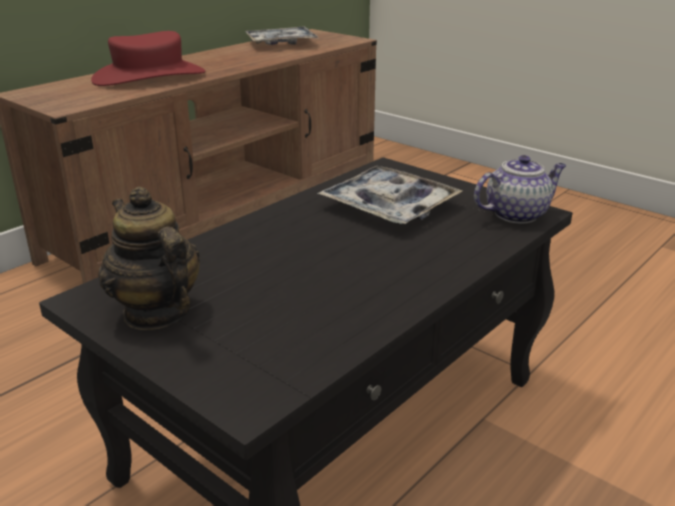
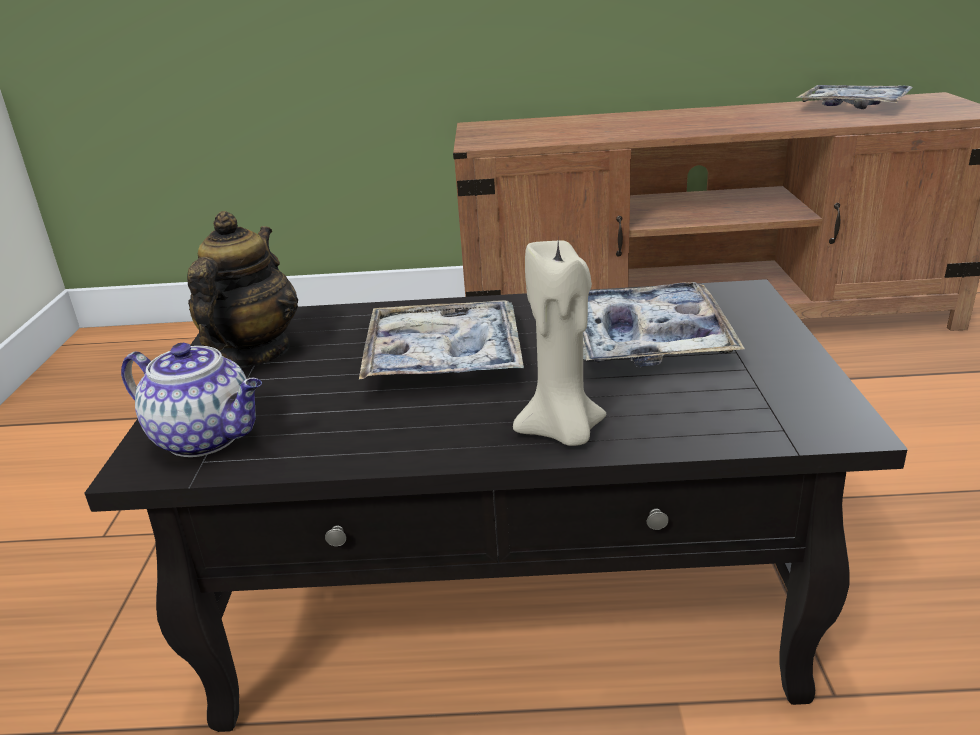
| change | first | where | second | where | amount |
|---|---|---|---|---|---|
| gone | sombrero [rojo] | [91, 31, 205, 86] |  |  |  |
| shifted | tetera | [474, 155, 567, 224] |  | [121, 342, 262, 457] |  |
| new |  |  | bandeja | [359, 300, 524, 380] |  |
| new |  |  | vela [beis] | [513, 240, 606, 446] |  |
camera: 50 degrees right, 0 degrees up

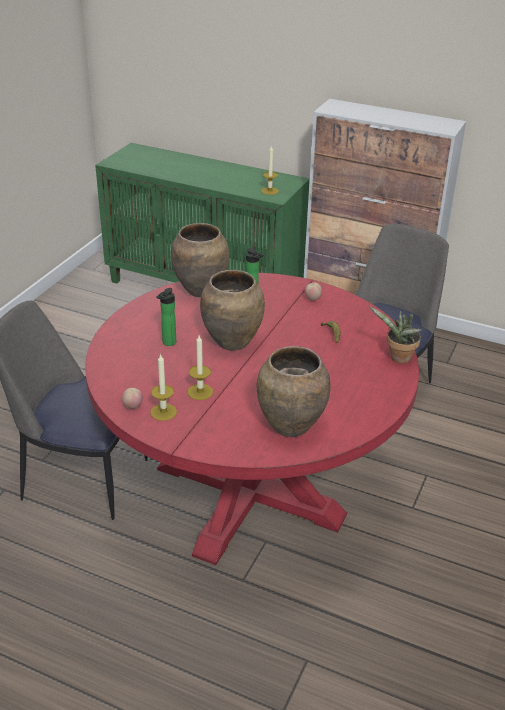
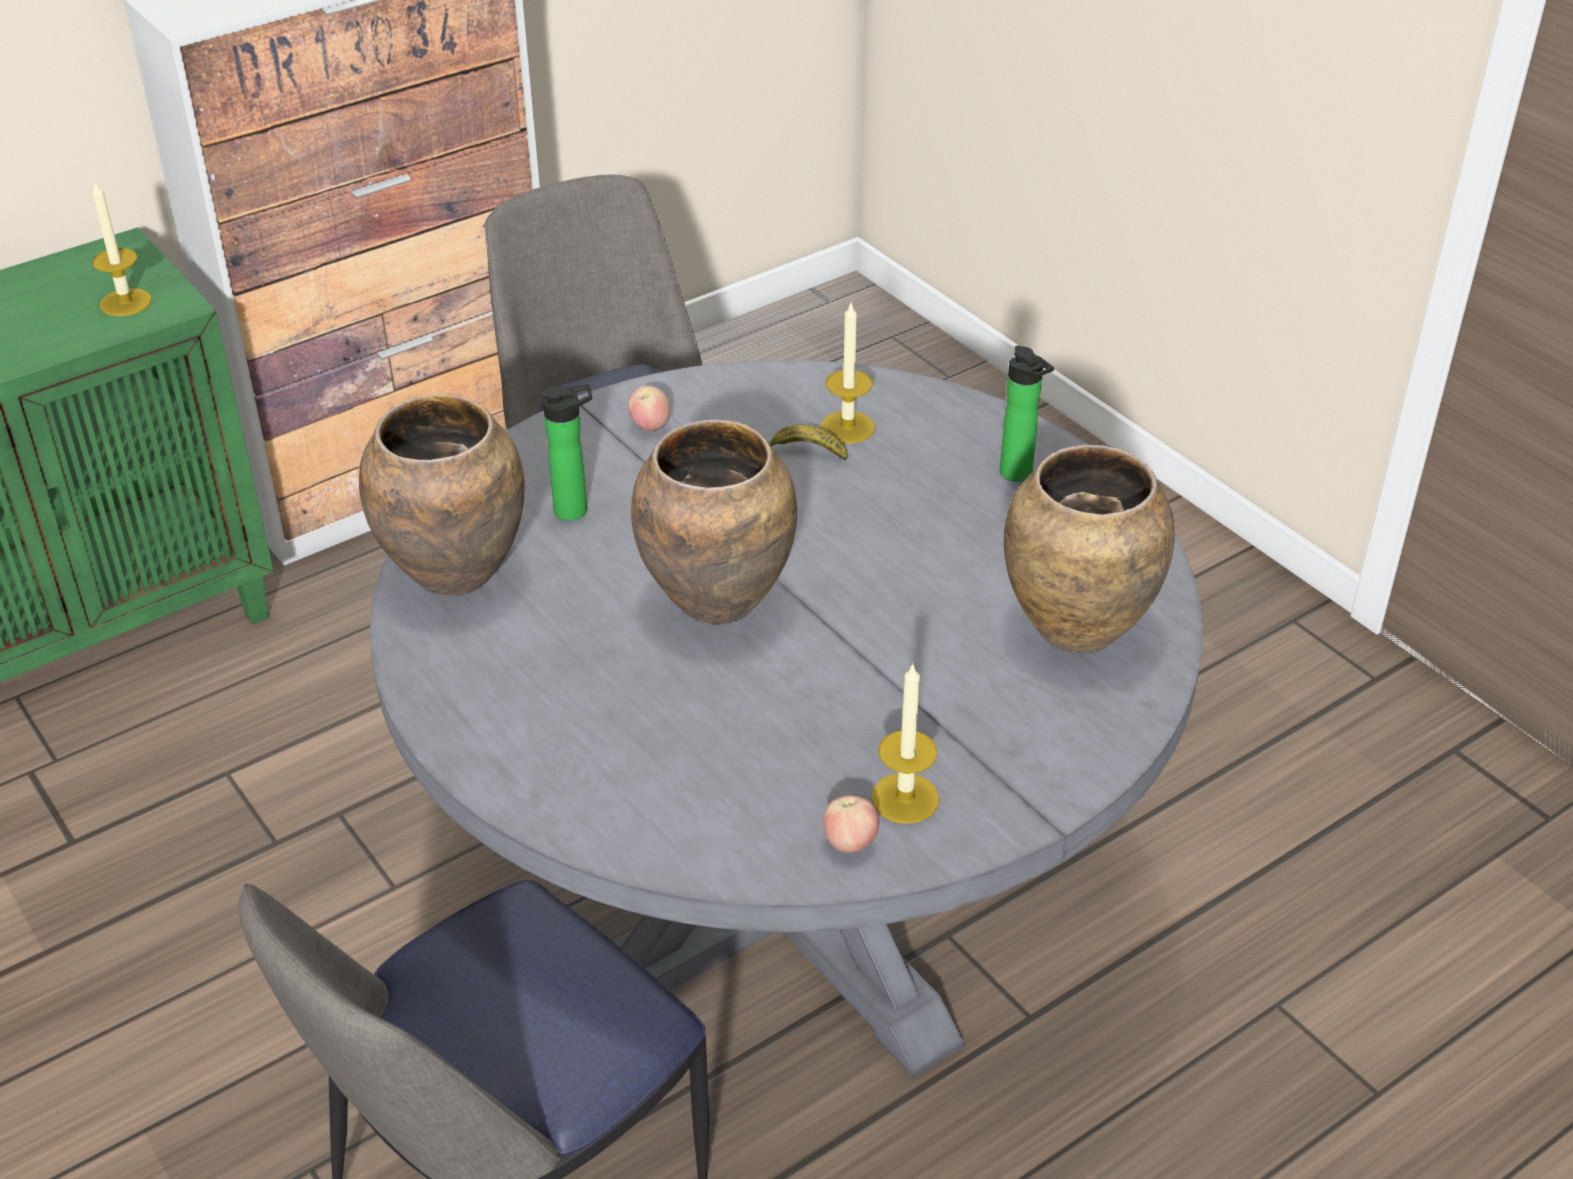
| change | first | where | second | where | amount |
|---|---|---|---|---|---|
| repainted | mesa de comedor [rojo] | [85, 273, 419, 565] | mesa de comedor [gris] | [370, 360, 1203, 1078] |  |
| shifted | botella | [157, 288, 176, 346] |  | [1000, 346, 1054, 482] |  |
| shifted | vela | [187, 335, 213, 400] |  | [821, 301, 875, 444] |  |
| gone | planta en maceta | [369, 306, 422, 364] |  |  |  |
camera: 60 degrees left, 5 degrees up

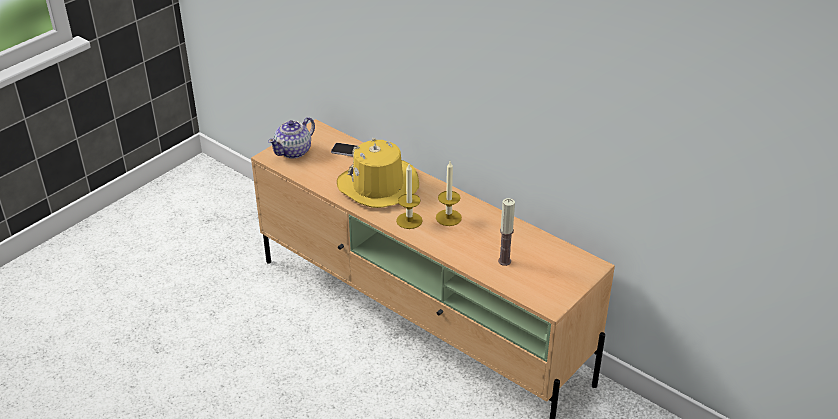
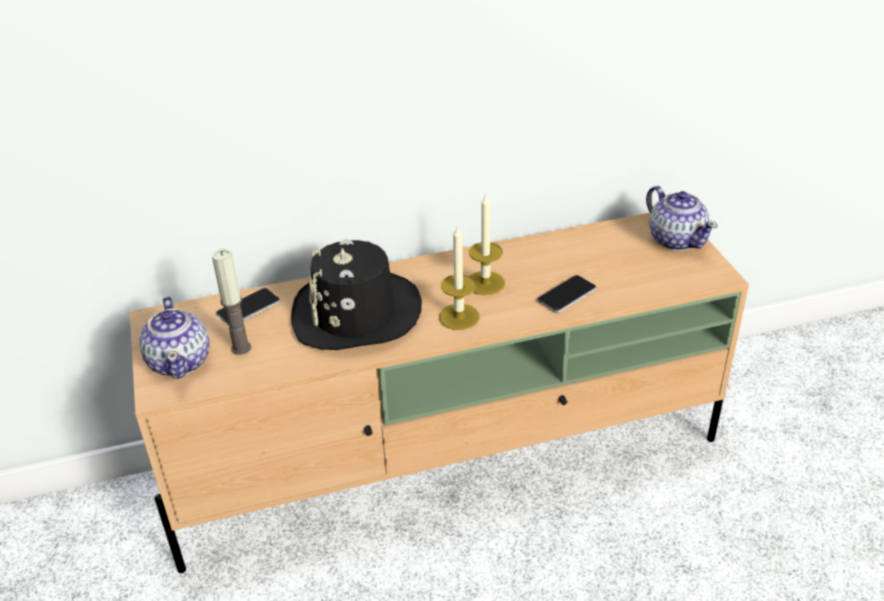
| change | first | where | second | where | amount |
|---|---|---|---|---|---|
| repainted | sombrero [amarillo] | [337, 138, 419, 208] | sombrero [negro] | [291, 239, 422, 350] |  |
| shifted | vela | [498, 198, 515, 266] |  | [212, 249, 251, 355] |  |
| new |  |  | móvil | [537, 275, 597, 313] |  |
| new |  |  | tetera | [646, 186, 717, 251] |  |
camera: 55 degrees left, 0 degrees up

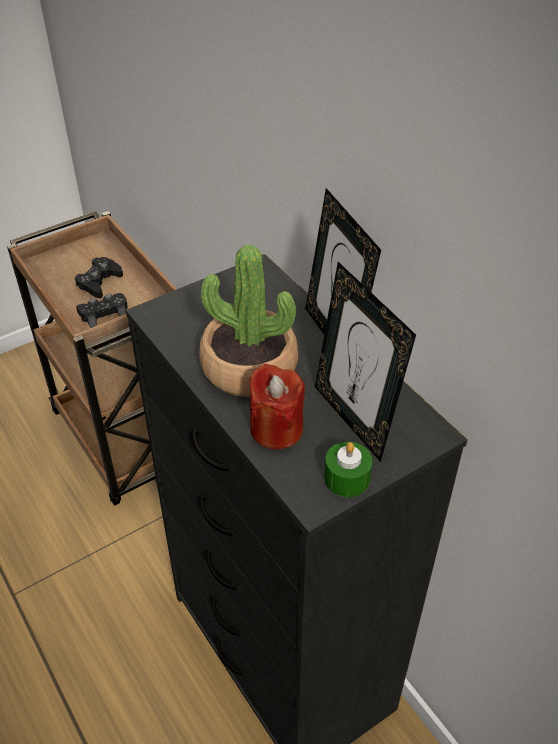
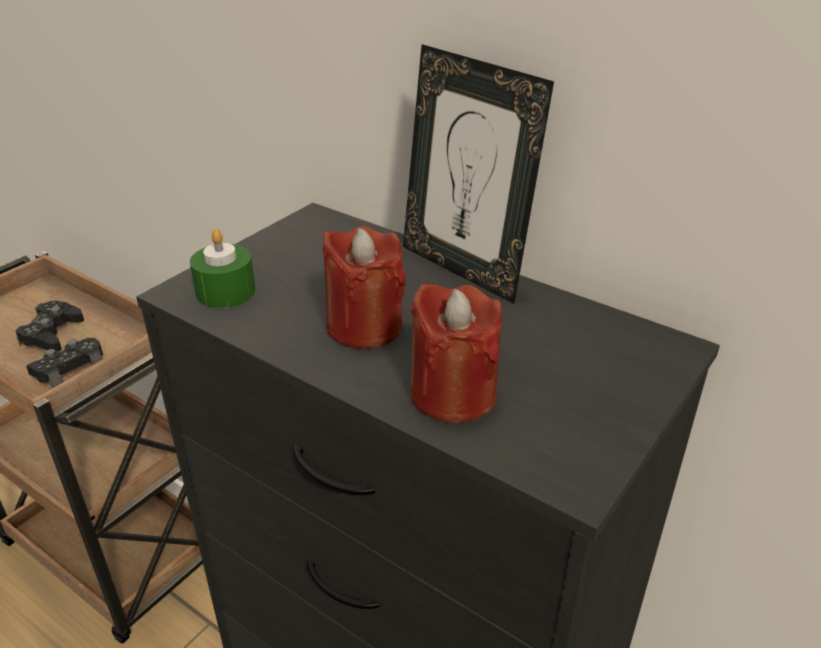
| change | first | where | second | where | amount |
|---|---|---|---|---|---|
| swapped | planta en maceta | [199, 245, 298, 397] | vela [rojo] | [323, 226, 406, 349] |  |
| gone | portarretratos | [315, 262, 416, 462] |  |  |  |
| shifted | vela [verde] | [324, 442, 373, 497] |  | [190, 229, 256, 308] |  |
camera: 20 degrees left, 10 degrees down

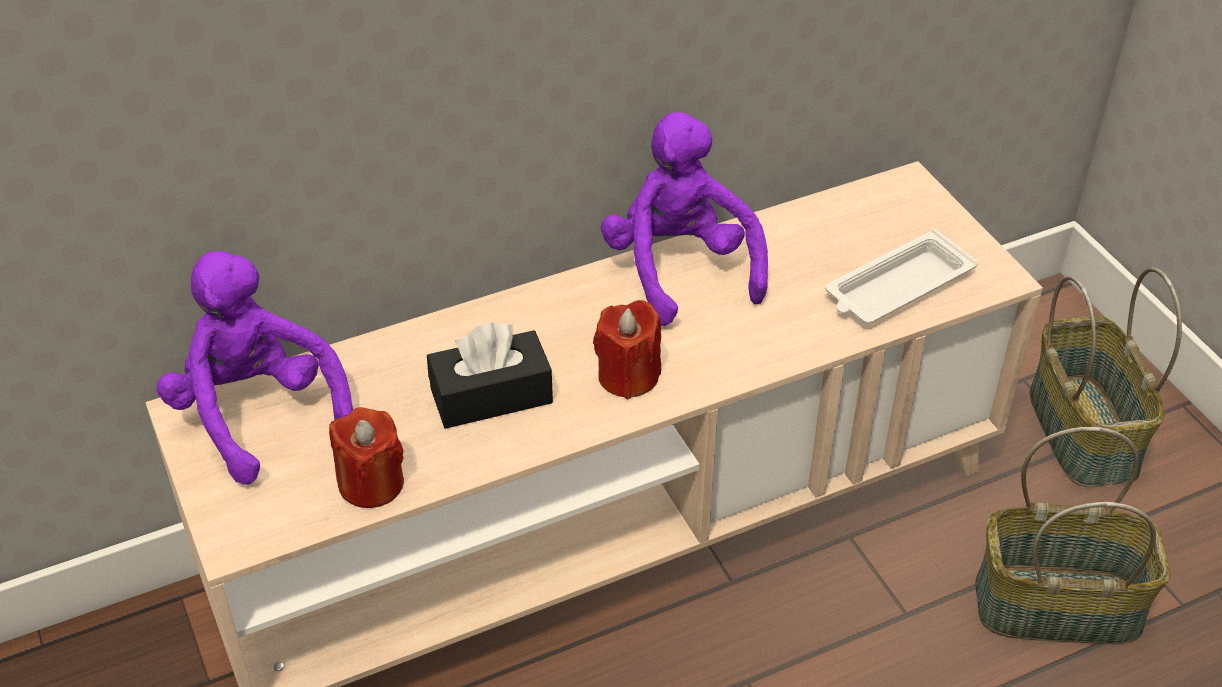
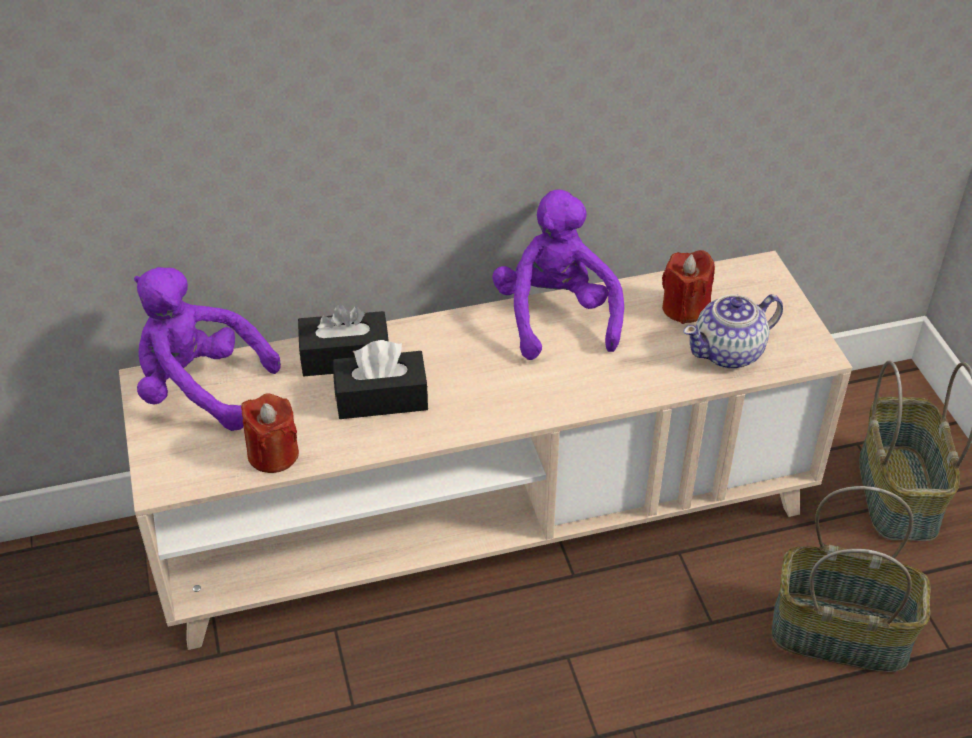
| change | first | where | second | where | amount |
|---|---|---|---|---|---|
| rotated | peluche [morado] | [157, 251, 353, 485] |  | [134, 267, 281, 431] | 45 degrees counterclockwise |
| shifted | vela [rojo] | [593, 300, 661, 399] |  | [662, 250, 715, 324] |  |
| swapped | bandeja [blanco] | [826, 229, 978, 324] | tetera | [683, 294, 783, 369] |  |
| new |  |  | caja de pañuelos [negro] | [298, 304, 389, 376] |  |
camera: 10 degrees right, 0 degrees up

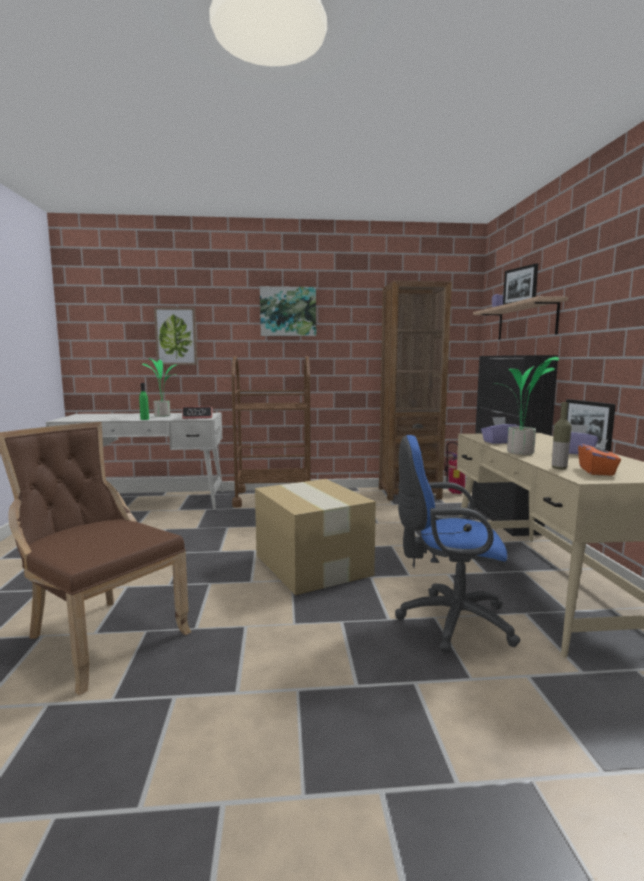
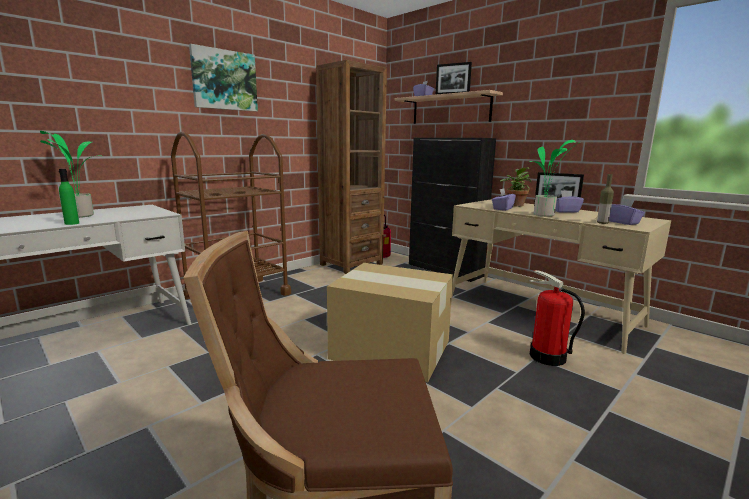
| change | first | where | second | where | amount |
|---|---|---|---|---|---|
| gone | cuadro | [154, 307, 197, 365] |  |  |  |
| gone | despertador | [182, 406, 213, 419] |  |  |  |
| swapped | silla de oficina [azul] | [395, 435, 521, 653] | extintor | [529, 270, 585, 366] |  |
| repainted | caja de pañuelos [naranja] | [578, 438, 621, 476] | caja de pañuelos [morado] | [609, 198, 645, 225] |  |
| new |  |  | planta en maceta | [500, 167, 531, 207] |  |
camera: 40 degrees left, 5 degrees up

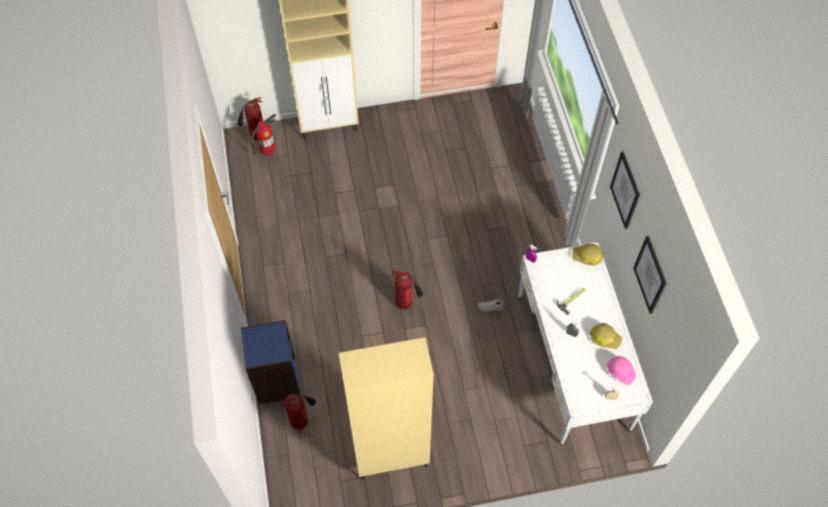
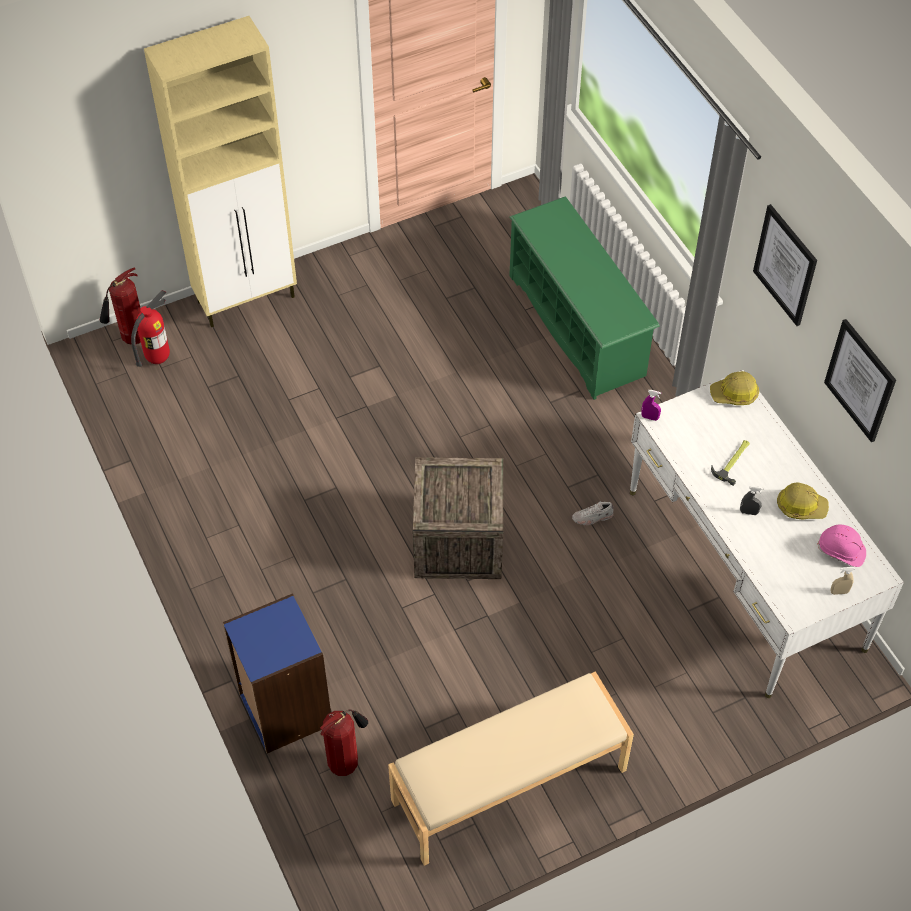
| change | first | where | second | where | amount |
|---|---|---|---|---|---|
| swapped | armario [beis] | [339, 337, 434, 479] | banco [beis] | [388, 671, 634, 866] |  |
| swapped | extintor | [392, 270, 423, 309] | caja de embalaje | [413, 457, 503, 579] |  |
| new |  |  | zapatero [verde] | [509, 196, 660, 400] |  |
camera: 15 degrees left, 5 degrees down

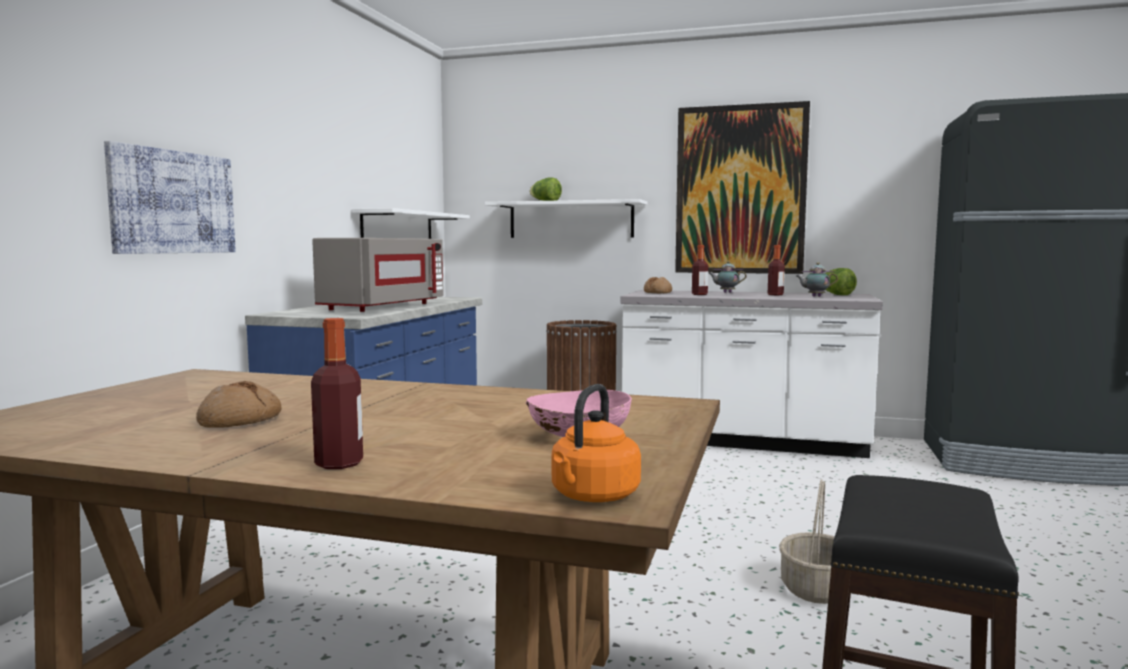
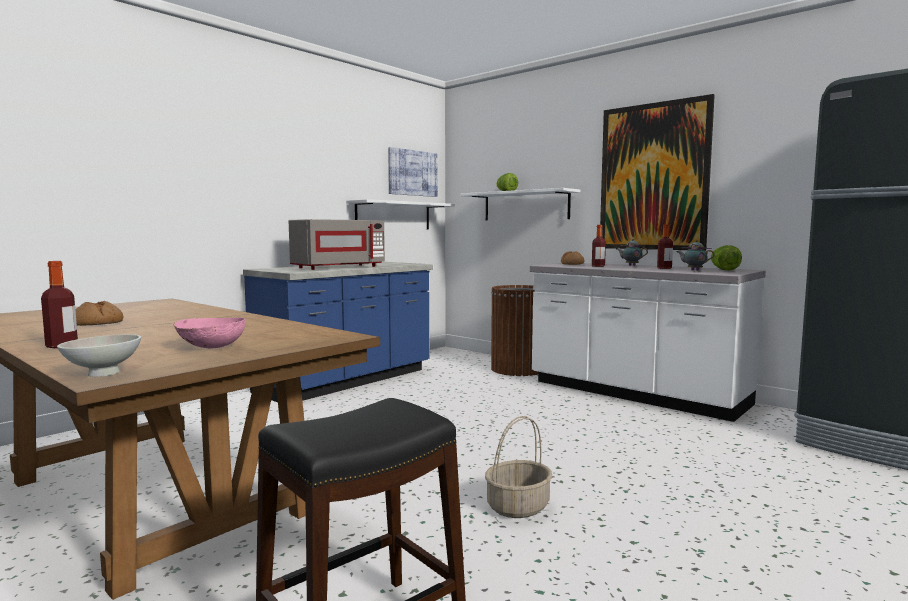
| change | first | where | second | where | amount |
|---|---|---|---|---|---|
| shifted | cuadro | [104, 141, 236, 254] |  | [388, 147, 438, 197] |  |
| swapped | hervidor [naranja] | [552, 384, 641, 502] | cuenco [blanco] | [57, 334, 141, 377] |  |
camera: 25 degrees right, 0 degrees up

